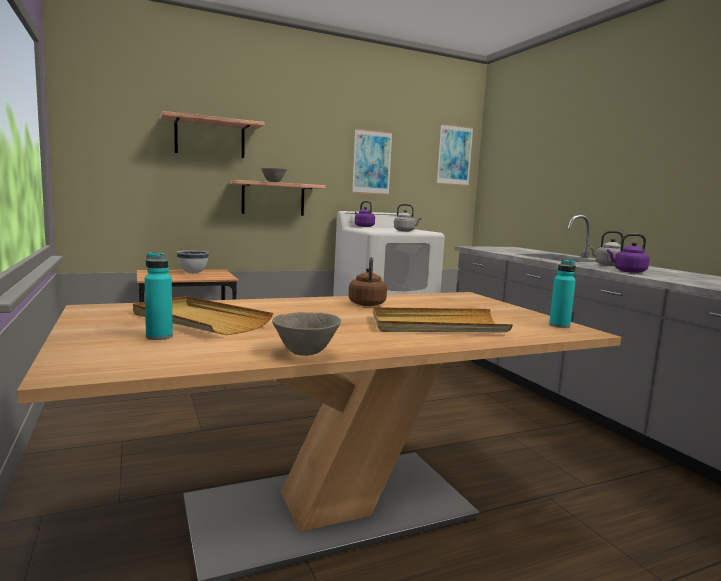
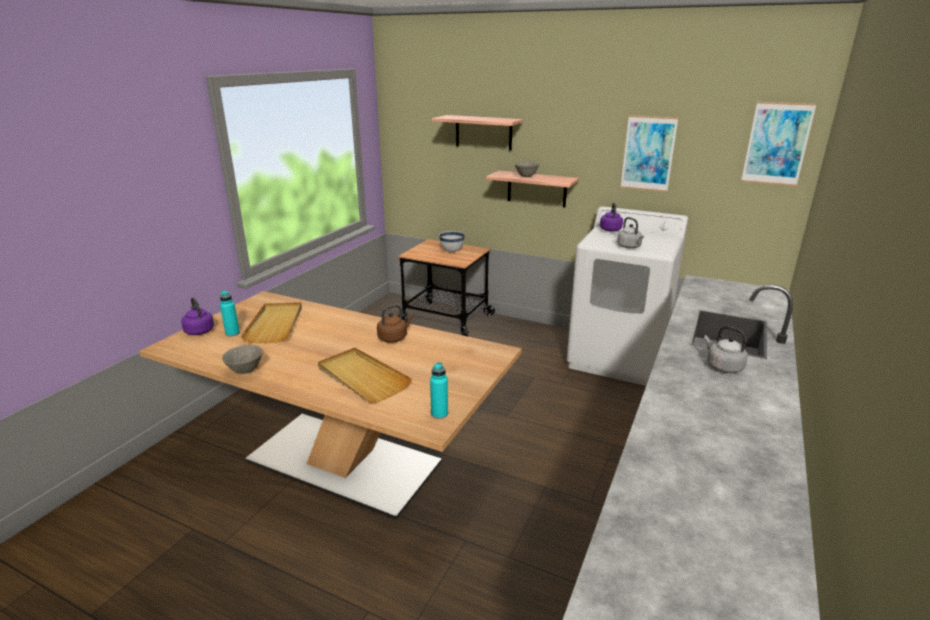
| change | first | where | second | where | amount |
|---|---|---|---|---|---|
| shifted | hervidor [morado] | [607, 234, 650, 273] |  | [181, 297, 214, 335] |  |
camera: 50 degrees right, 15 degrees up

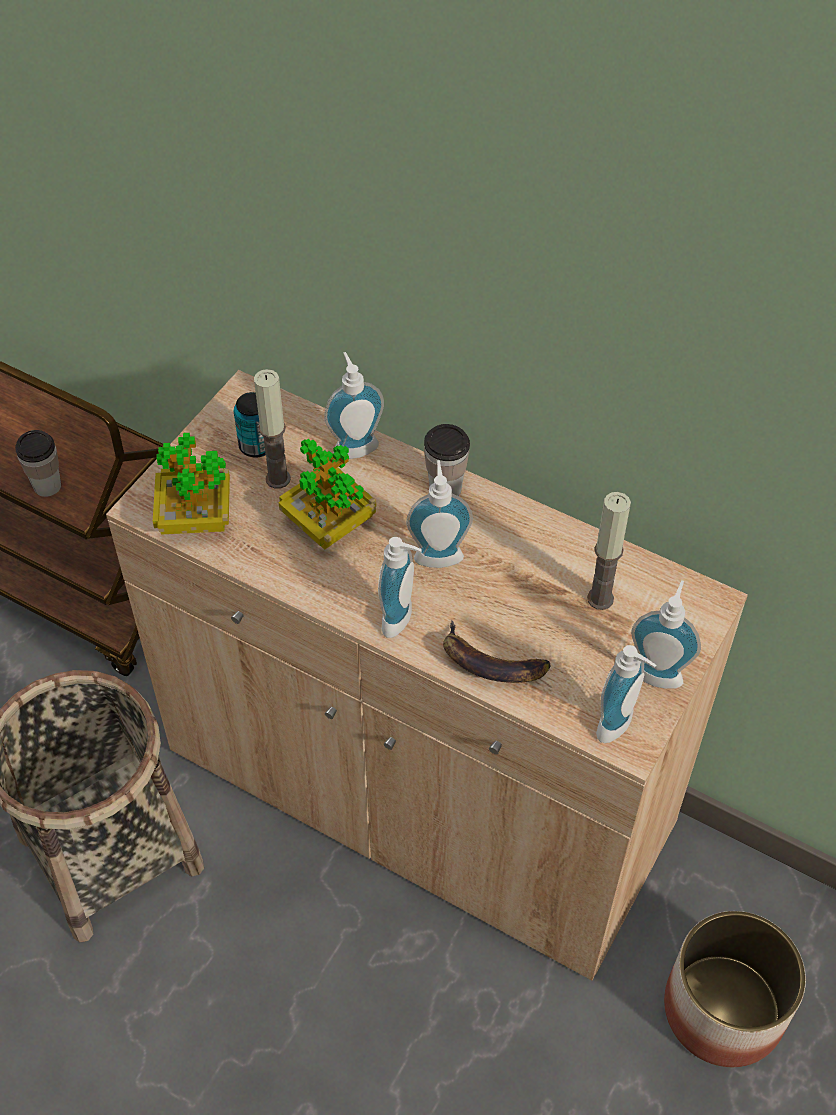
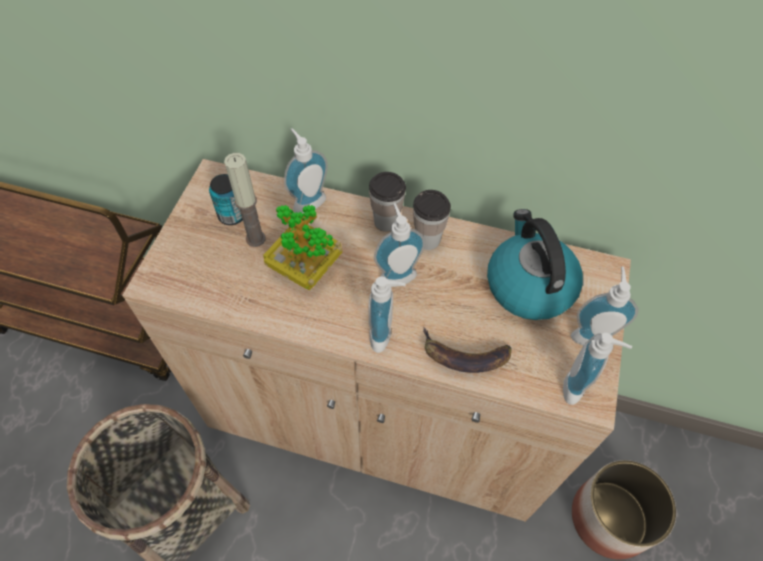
| change | first | where | second | where | amount |
|---|---|---|---|---|---|
| shifted | taza | [15, 430, 61, 497] |  | [413, 190, 451, 250] |  |
| gone | planta en maceta | [153, 433, 230, 535] |  |  |  |
| swapped | vela | [587, 492, 631, 610] | hervidor | [487, 209, 583, 320] |  |
camera: 15 degrees left, 5 degrees up

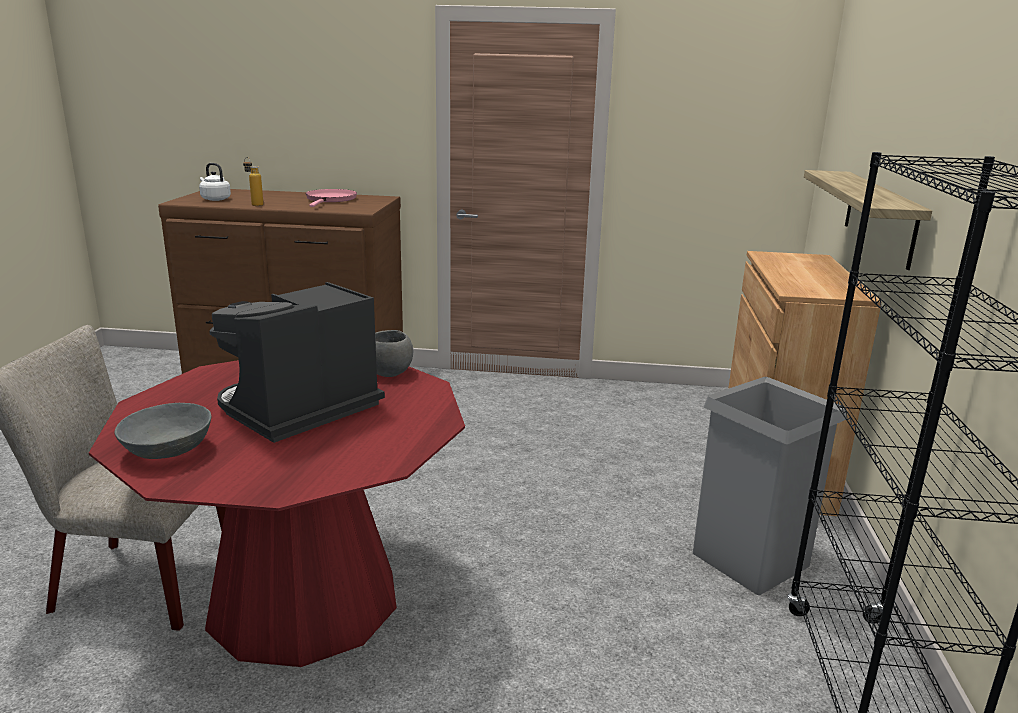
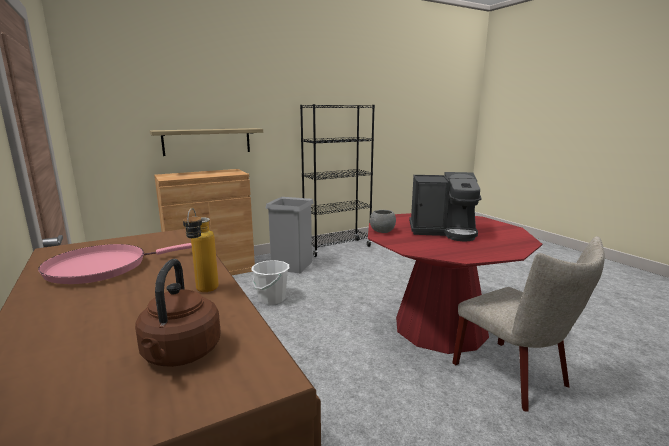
| change | first | where | second | where | amount |
|---|---|---|---|---|---|
| gone | cuenco [gris] | [114, 403, 212, 459] |  |  |  |
| repainted | hervidor [blanco] | [199, 163, 231, 201] | hervidor [marrón] | [135, 259, 221, 367] |  |
| new |  |  | cubo [blanco] | [251, 260, 289, 305] |  |
camera: 125 degrees left, 5 degrees down

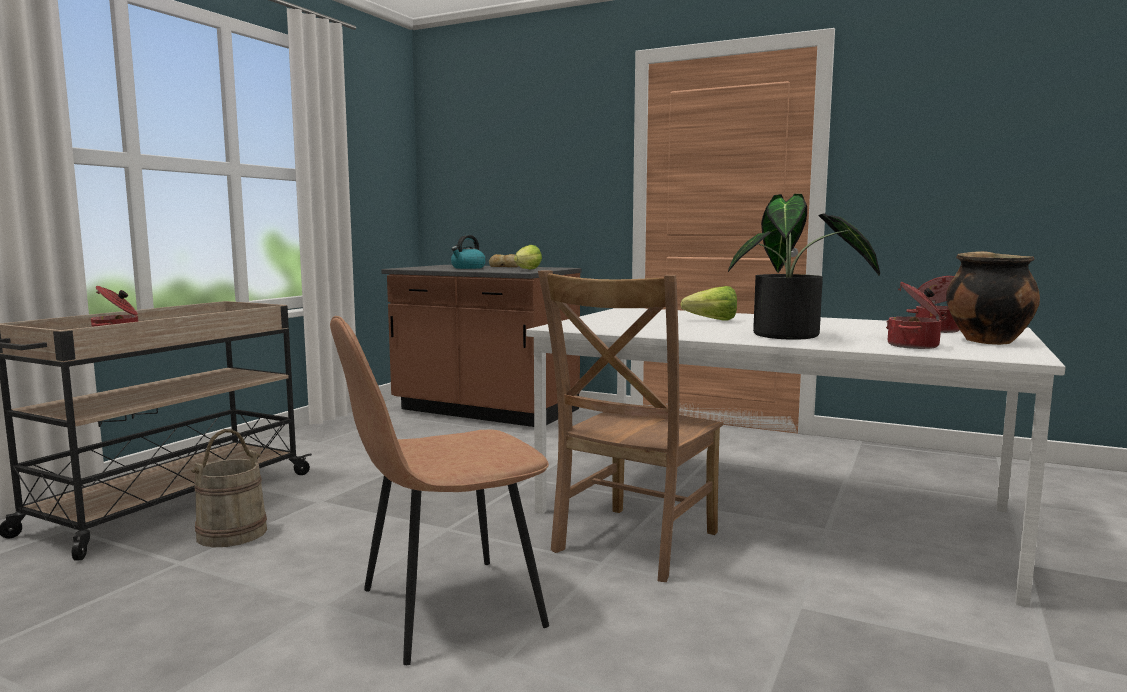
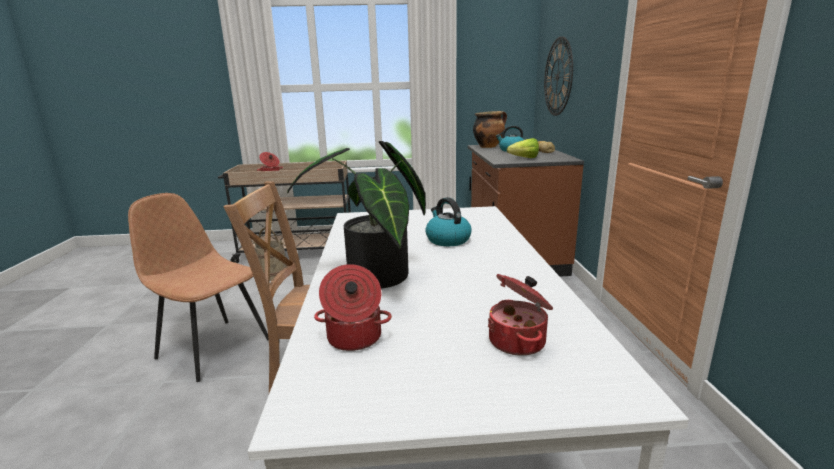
| change | first | where | second | where | amount |
|---|---|---|---|---|---|
| swapped | lechuga | [681, 286, 737, 321] | hervidor | [425, 197, 472, 246] |  |
| shifted | olla | [946, 251, 1040, 345] |  | [473, 111, 507, 148] |  |
| new |  |  | reloj de pared | [544, 36, 573, 116] |  |
camera: 60 degrees right, 10 degrees up

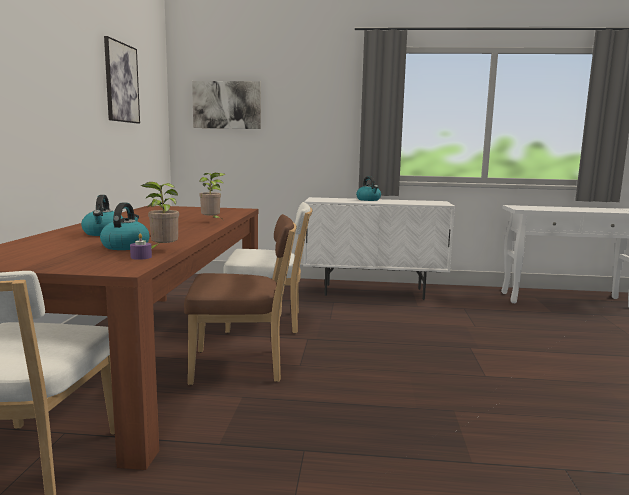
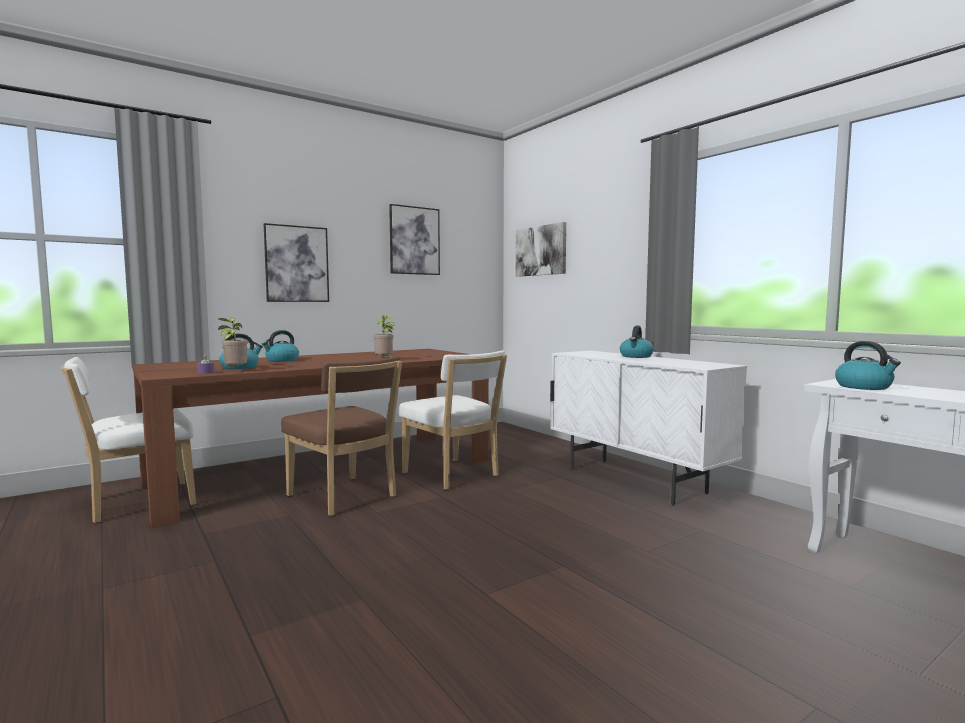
| change | first | where | second | where | amount |
|---|---|---|---|---|---|
| new |  |  | cuadro | [264, 223, 329, 302] |  |
| new |  |  | hervidor | [835, 341, 901, 390] |  |
camera: 50 degrees right, 5 degrees down

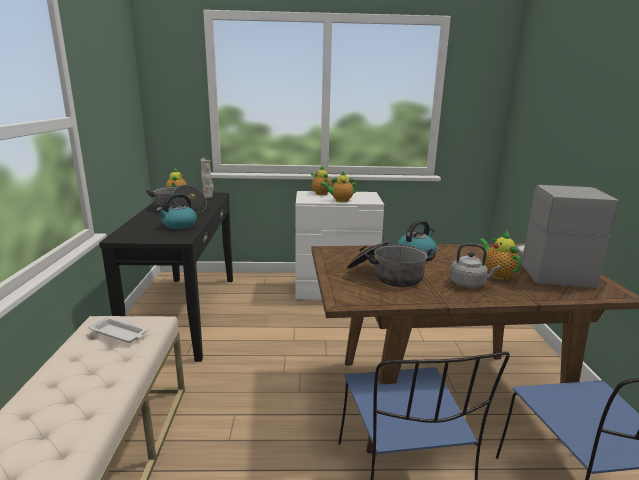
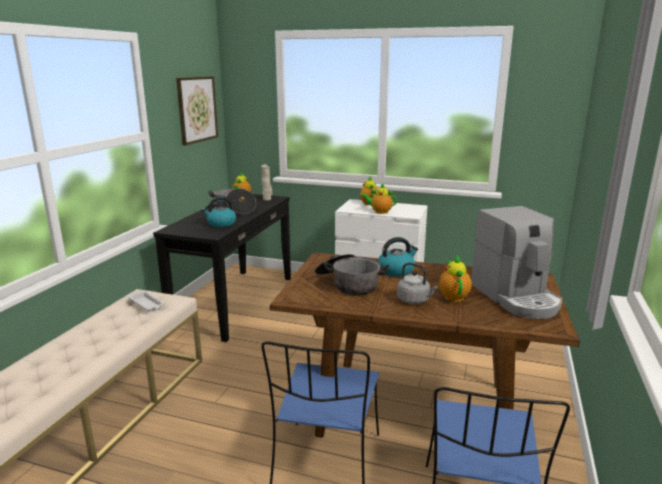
| change | first | where | second | where | amount |
|---|---|---|---|---|---|
| rotated | cafetera | [516, 185, 619, 288] |  | [471, 206, 562, 319] | 135 degrees clockwise |
| new |  |  | cuadro | [176, 76, 218, 145] |  |
camera: 20 degrees right, 0 degrees up

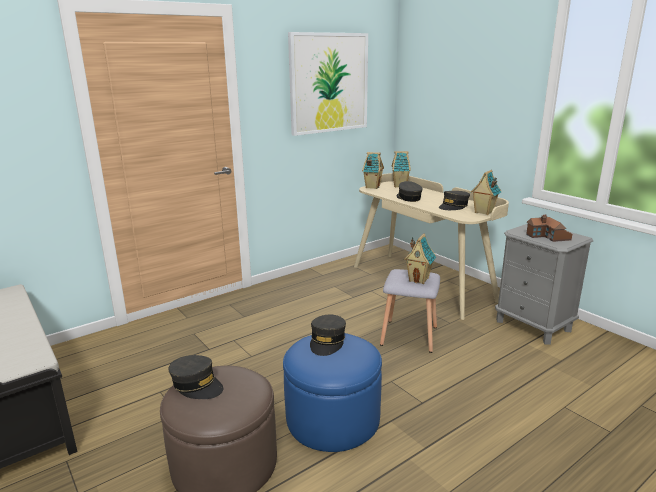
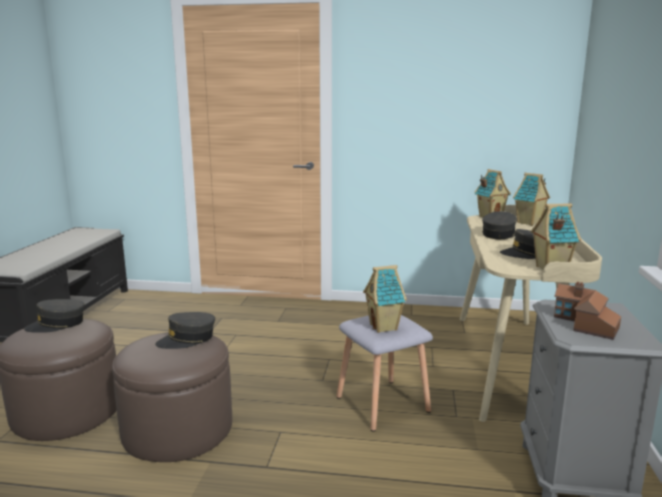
| change | first | where | second | where | amount |
|---|---|---|---|---|---|
| rotated | gorra [gris] | [168, 355, 223, 399] |  | [24, 299, 85, 333] | 75 degrees clockwise |
| repainted | puf [azul] | [283, 333, 382, 452] | puf [marrón] | [112, 332, 232, 462] |  |
| gone | cuadro | [288, 32, 368, 136] |  |  |  |
camera: 45 degrees right, 5 degrees down

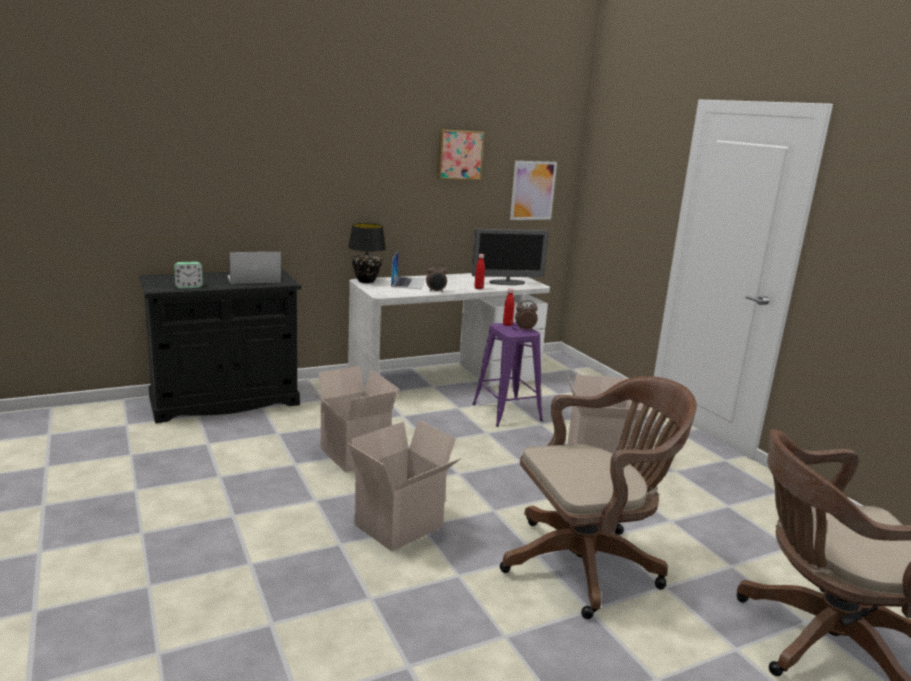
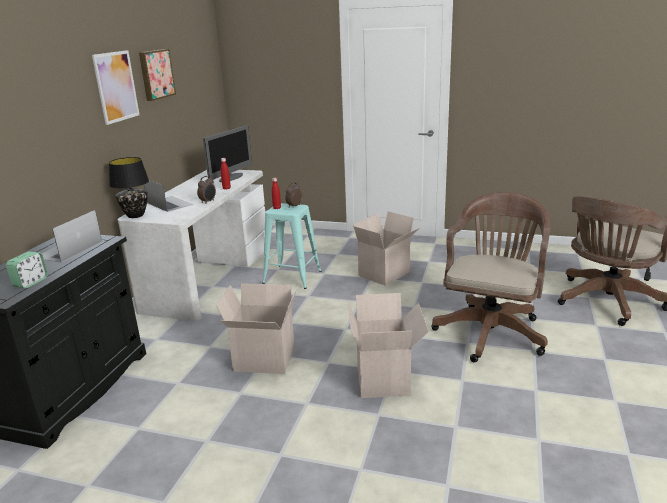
| change | first | where | second | where | amount |
|---|---|---|---|---|---|
| repainted | taburete [morado] | [472, 322, 543, 427] | taburete [turquesa] | [262, 203, 321, 289] |  |
| shifted | cuadro | [510, 161, 557, 220] |  | [92, 50, 139, 125] |  |
camera: 45 degrees left, 5 degrees up

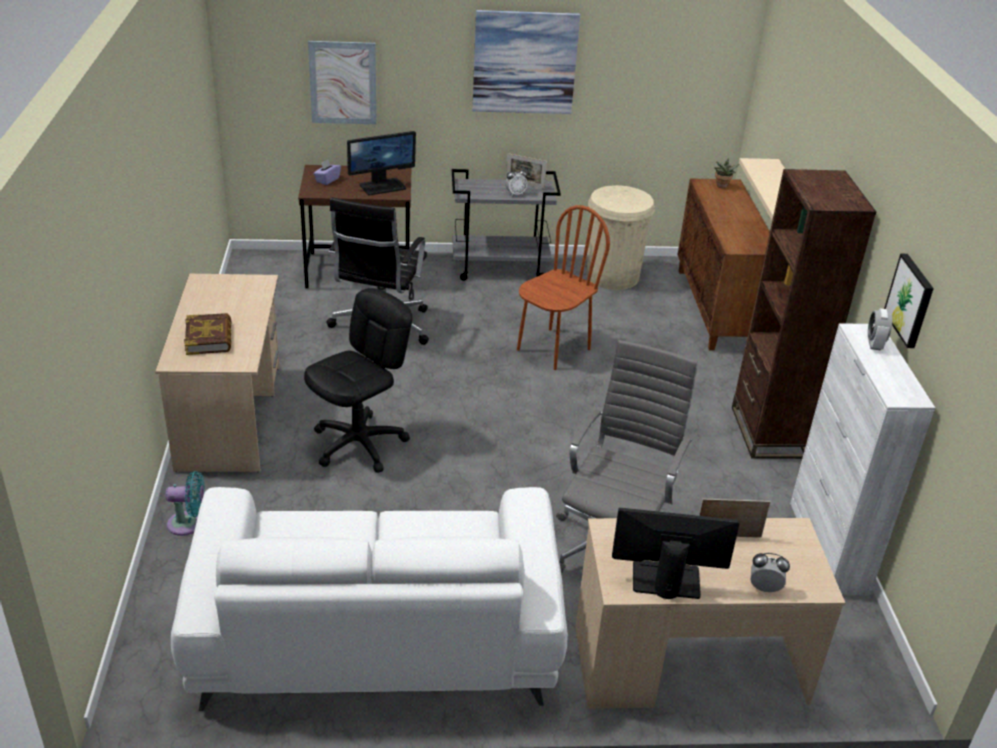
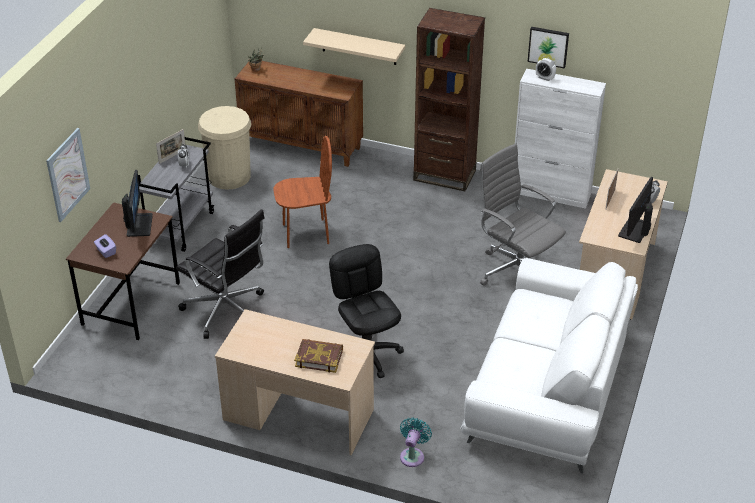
| change | first | where | second | where | amount |
|---|---|---|---|---|---|
| gone | cuadro | [472, 10, 580, 114] |  |  |  |
| rotated | silla [marrón] | [517, 205, 610, 370] |  | [273, 136, 332, 248] | 105 degrees clockwise |
camera: 65 degrees left, 5 degrees up

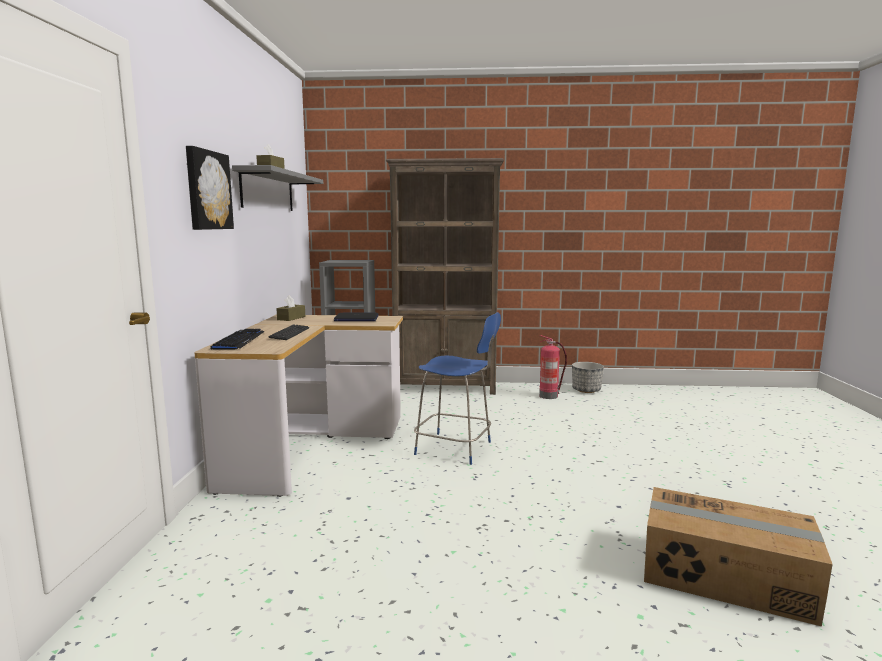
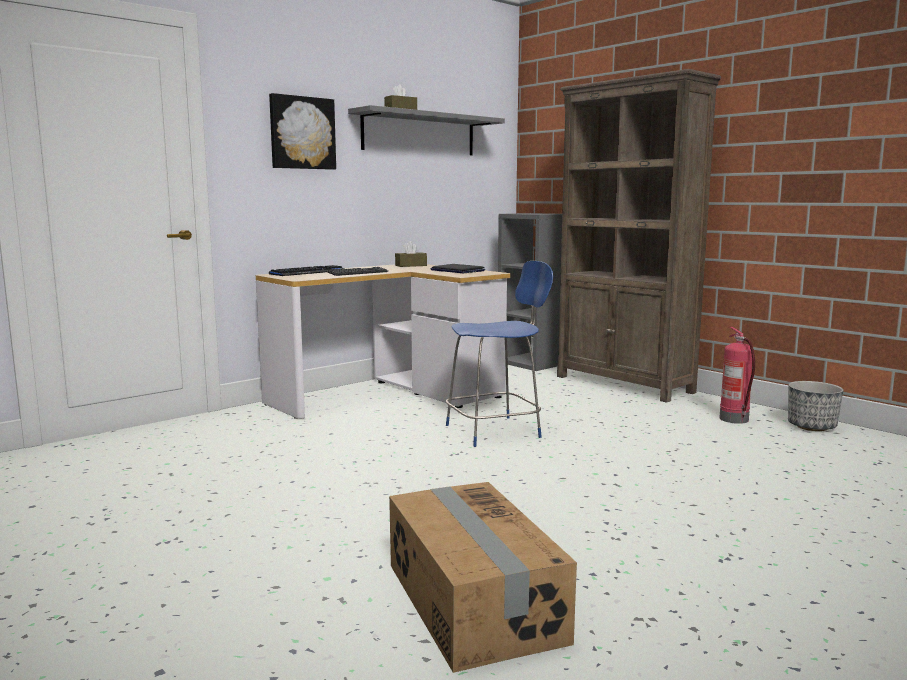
| change | first | where | second | where | amount |
|---|---|---|---|---|---|
| rotated | silla [azul] | [414, 312, 501, 465] |  | [446, 261, 553, 447] | 90 degrees counterclockwise |
camera: 45 degrees right, 0 degrees up

